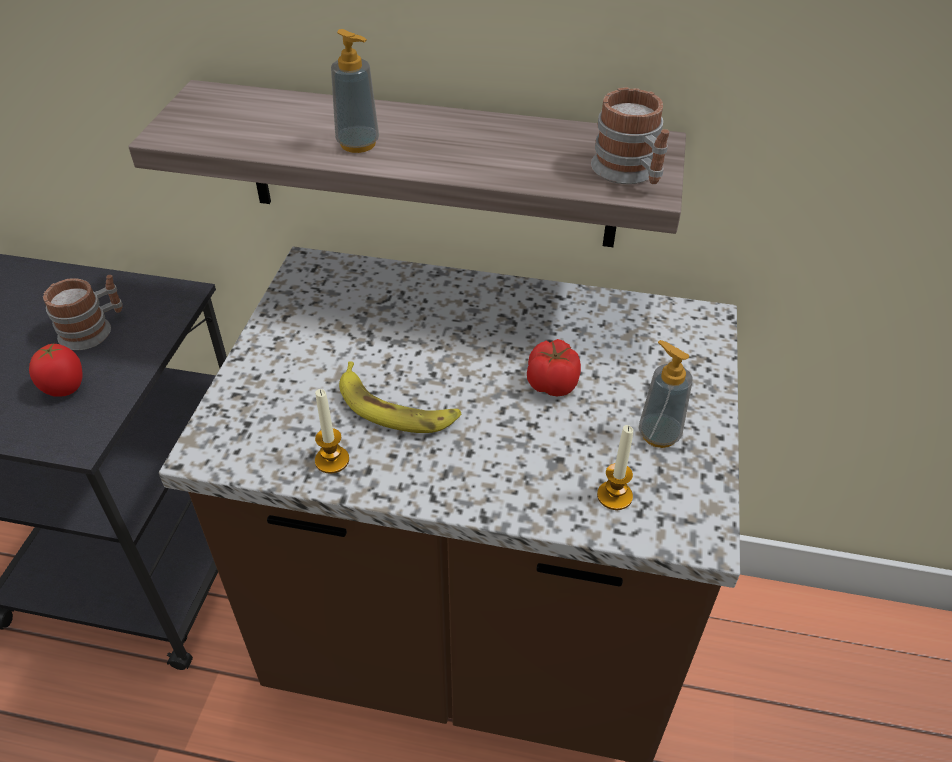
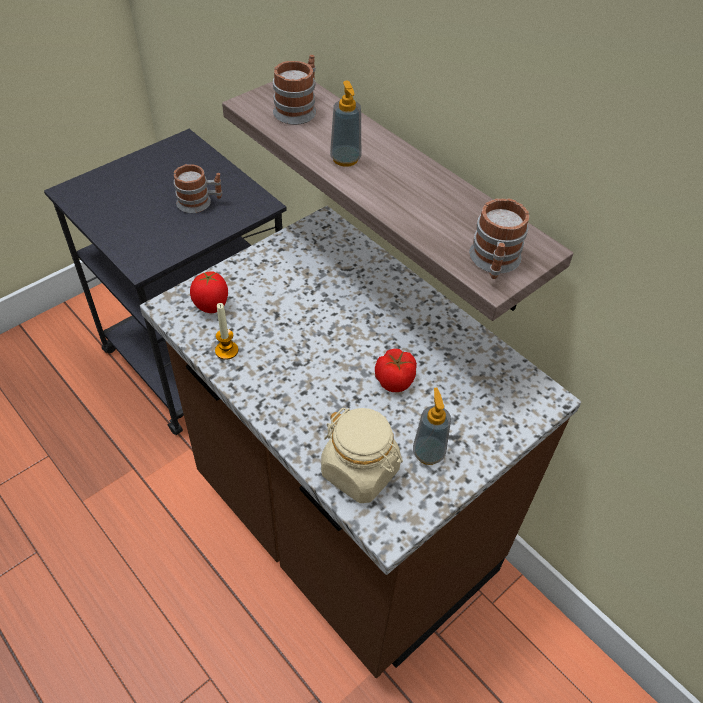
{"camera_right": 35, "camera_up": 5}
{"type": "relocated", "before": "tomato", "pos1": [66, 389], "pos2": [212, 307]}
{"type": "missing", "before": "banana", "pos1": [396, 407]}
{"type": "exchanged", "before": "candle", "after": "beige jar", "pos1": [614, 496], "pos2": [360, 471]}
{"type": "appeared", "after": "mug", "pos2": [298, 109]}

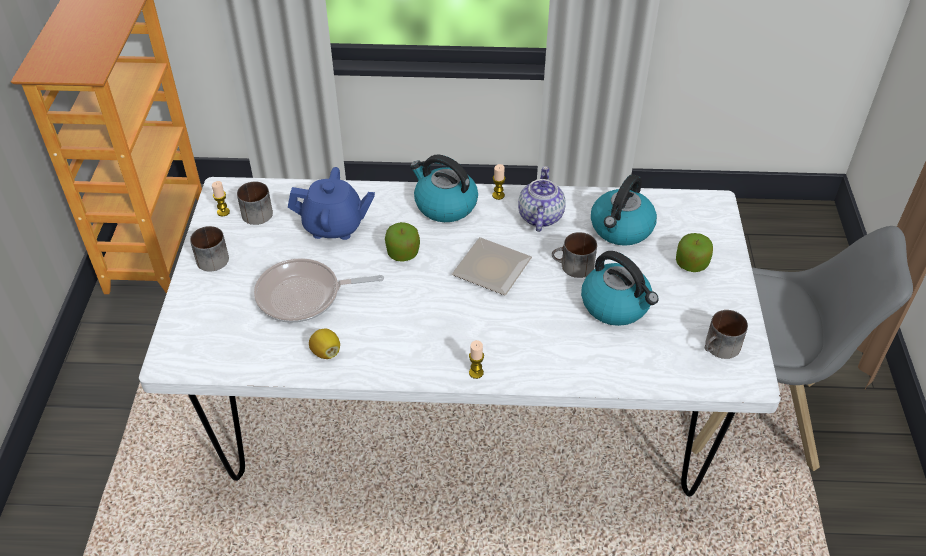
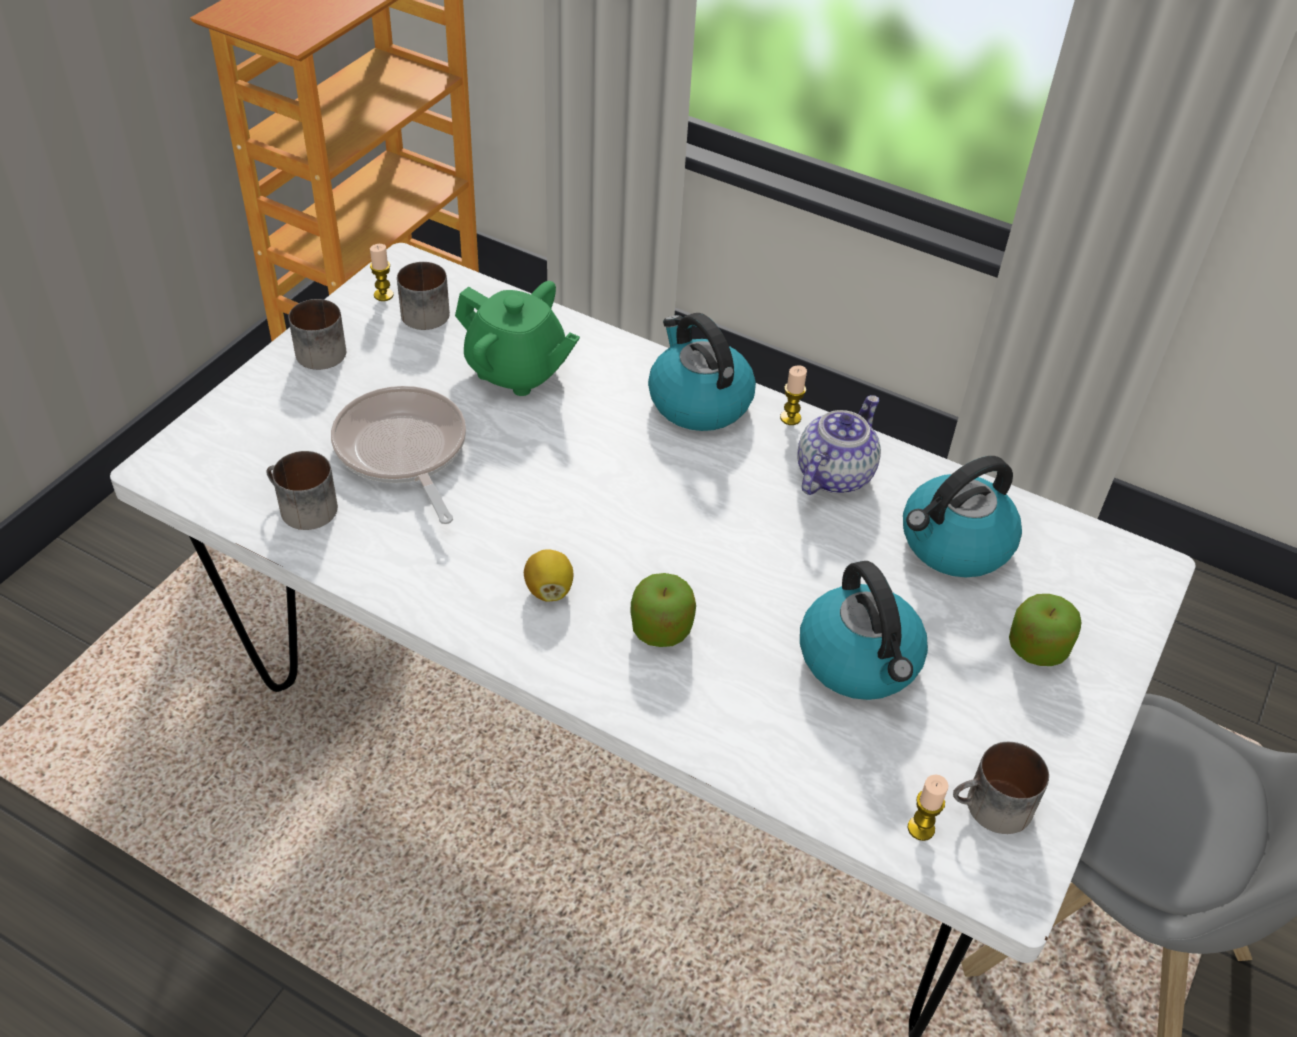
{"camera_right": 25, "camera_up": 0}
{"type": "spun", "before": "frying pan", "pos1": [304, 296], "pos2": [403, 451], "turn": 45}
{"type": "colour", "before": "blue teapot", "after": "green teapot", "pos1": [334, 226], "pos2": [517, 371]}
{"type": "relocated", "before": "lemon", "pos1": [326, 352], "pos2": [549, 589]}
{"type": "relocated", "before": "apple", "pos1": [403, 253], "pos2": [661, 629]}
{"type": "missing", "before": "plate", "pos1": [491, 267]}
{"type": "relocated", "before": "candle", "pos1": [476, 372], "pos2": [921, 828]}
{"type": "relocated", "before": "mug", "pos1": [573, 267], "pos2": [301, 508]}

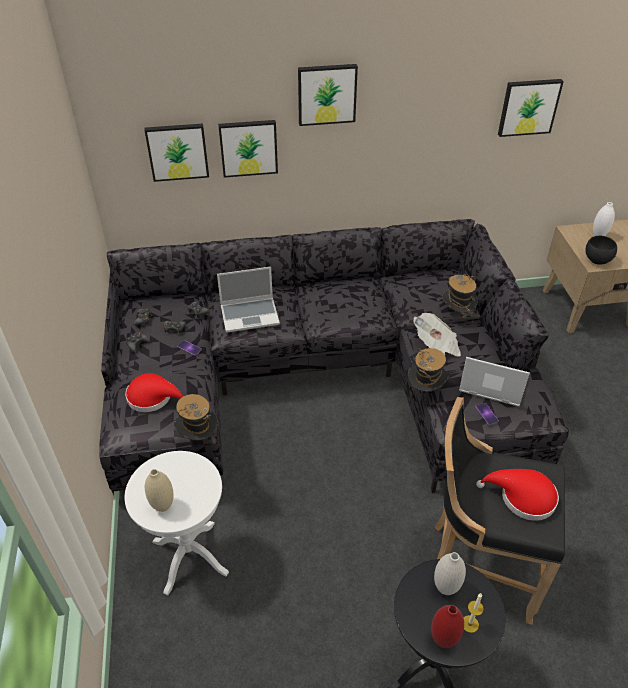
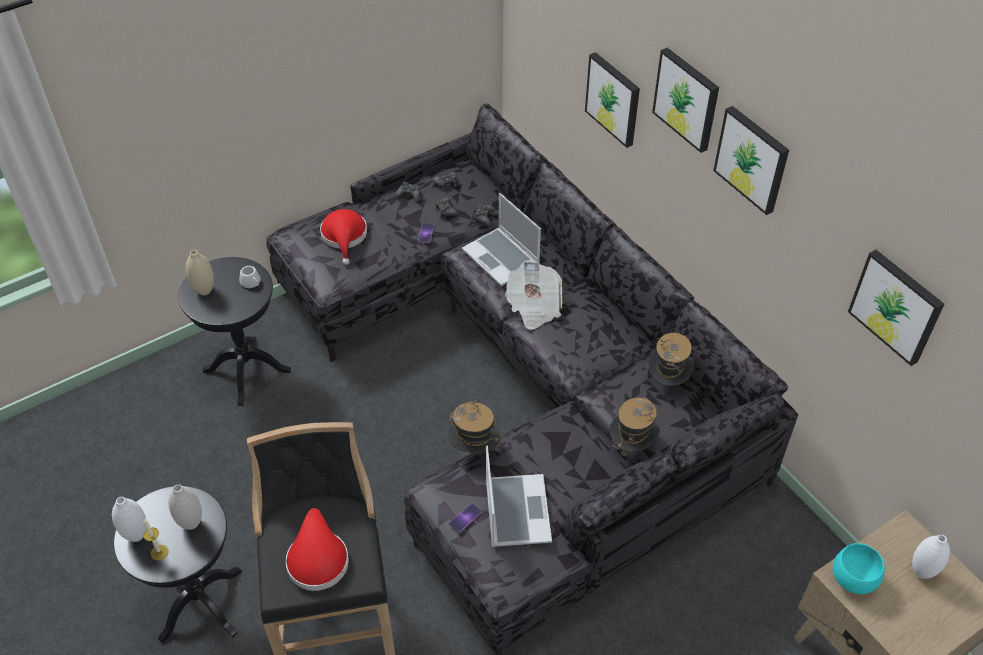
{"camera_right": 65, "camera_up": 5}
{"type": "colour", "before": "white side table", "after": "black side table", "pos1": [190, 557], "pos2": [247, 370]}
{"type": "relocated", "before": "picture", "pos1": [177, 151], "pos2": [752, 159]}
{"type": "relocated", "before": "hat", "pos1": [198, 437], "pos2": [667, 381]}
{"type": "relocated", "before": "newspaper", "pos1": [436, 345], "pos2": [534, 306]}
{"type": "colour", "before": "red vase", "after": "white vase", "pos1": [443, 640], "pos2": [137, 535]}
{"type": "colour", "before": "black bowl", "after": "turquoise bowl", "pos1": [596, 260], "pos2": [851, 579]}
{"type": "appeared", "after": "white mug", "pos2": [252, 283]}

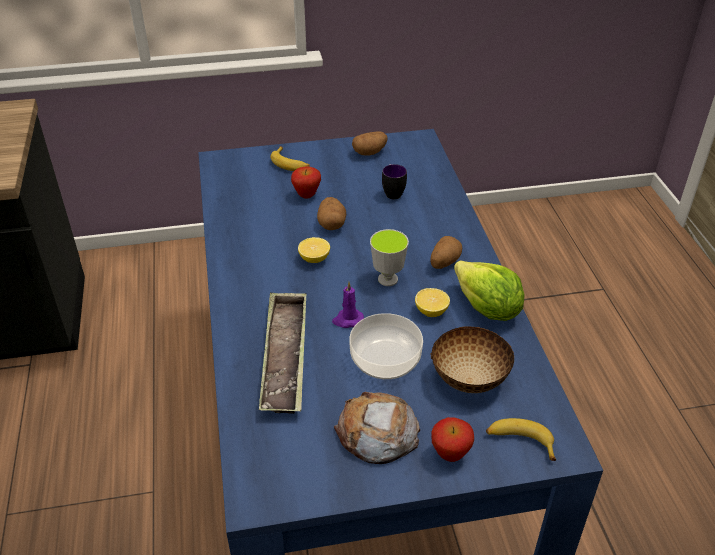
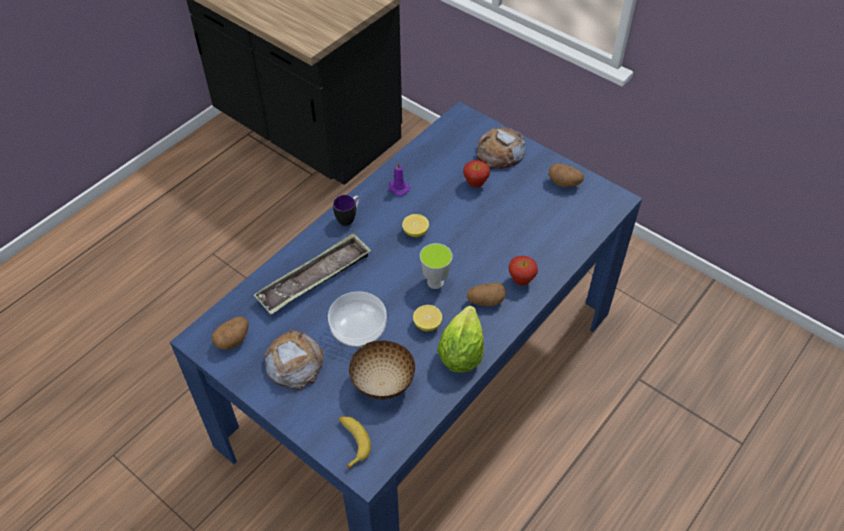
{"camera_right": 50, "camera_up": 10}
{"type": "exchanged", "before": "banana", "after": "bread", "pos1": [290, 164], "pos2": [500, 152]}
{"type": "relocated", "before": "potato", "pos1": [331, 224], "pos2": [233, 340]}
{"type": "relocated", "before": "purple candle", "pos1": [347, 320], "pos2": [398, 188]}
{"type": "relocated", "before": "mug", "pos1": [392, 192], "pos2": [349, 218]}
{"type": "relocated", "before": "apple", "pos1": [450, 455], "pos2": [521, 281]}

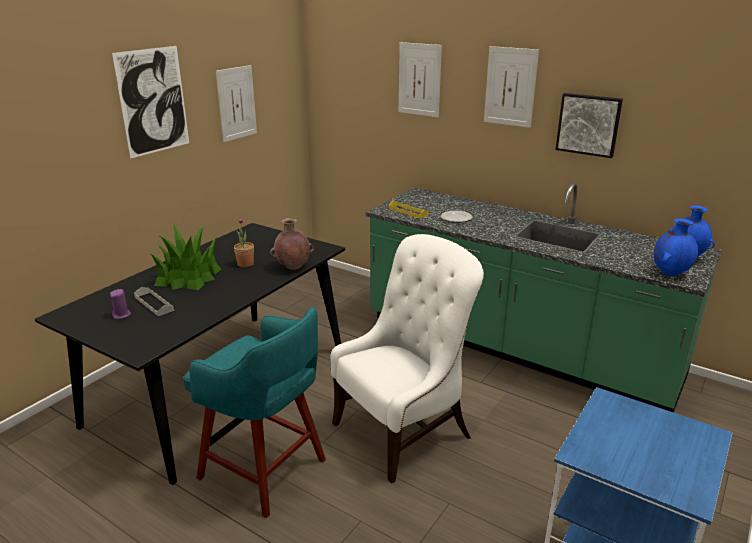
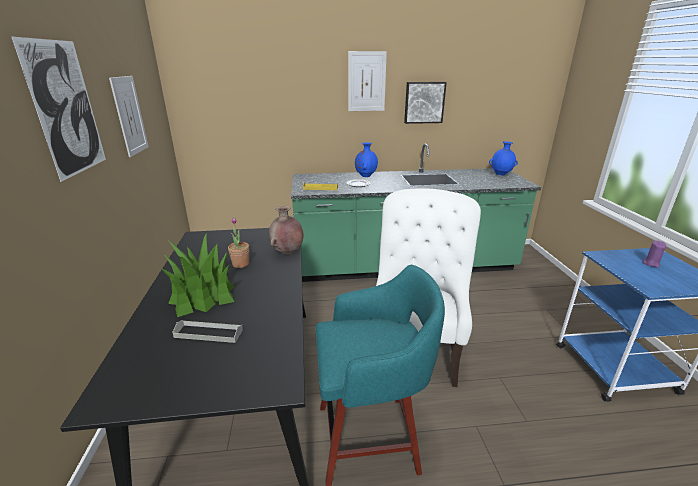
{"camera_right": -40, "camera_up": 0}
{"type": "relocated", "before": "purple candle", "pos1": [121, 315], "pos2": [650, 263]}
{"type": "missing", "before": "picture", "pos1": [419, 79]}
{"type": "relocated", "before": "blue vase", "pos1": [670, 273], "pos2": [365, 176]}

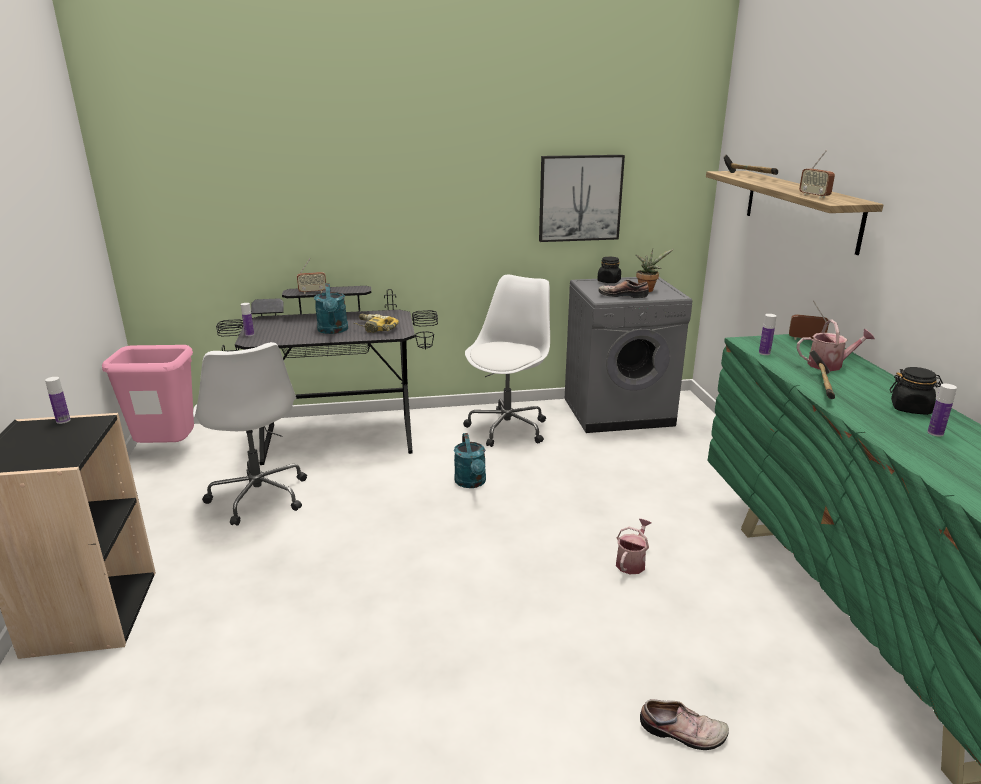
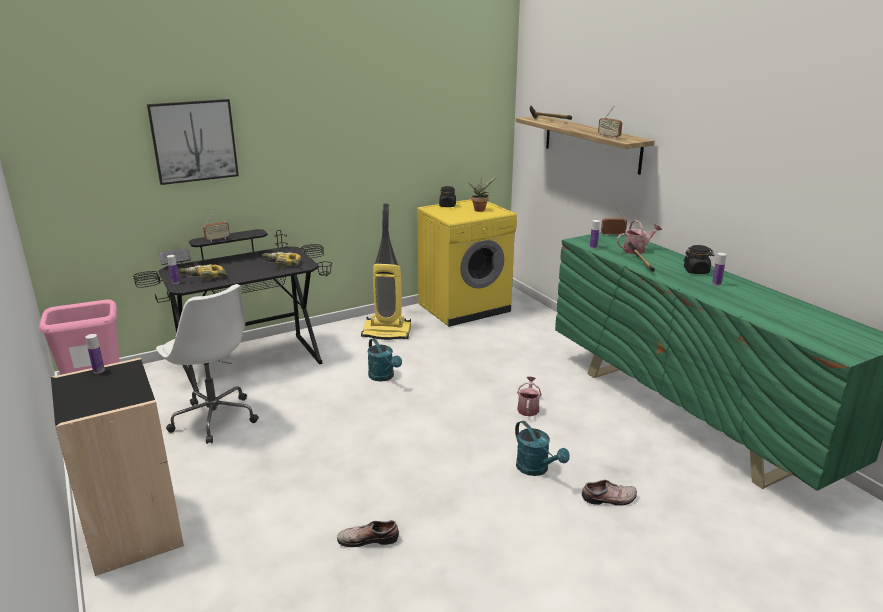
{"camera_right": -20, "camera_up": 0}
{"type": "relocated", "before": "turquoise watering can", "pos1": [333, 330], "pos2": [536, 469]}
{"type": "exchanged", "before": "white office chair", "after": "vacuum cleaner", "pos1": [508, 428], "pos2": [387, 332]}
{"type": "relocated", "before": "picture", "pos1": [580, 198], "pos2": [194, 141]}
{"type": "colour", "before": "grey washing machine", "after": "yellow washing machine", "pos1": [619, 413], "pos2": [465, 308]}
{"type": "relocated", "before": "shoe", "pos1": [623, 295], "pos2": [368, 538]}
{"type": "appeared", "after": "power drill", "pos2": [203, 277]}

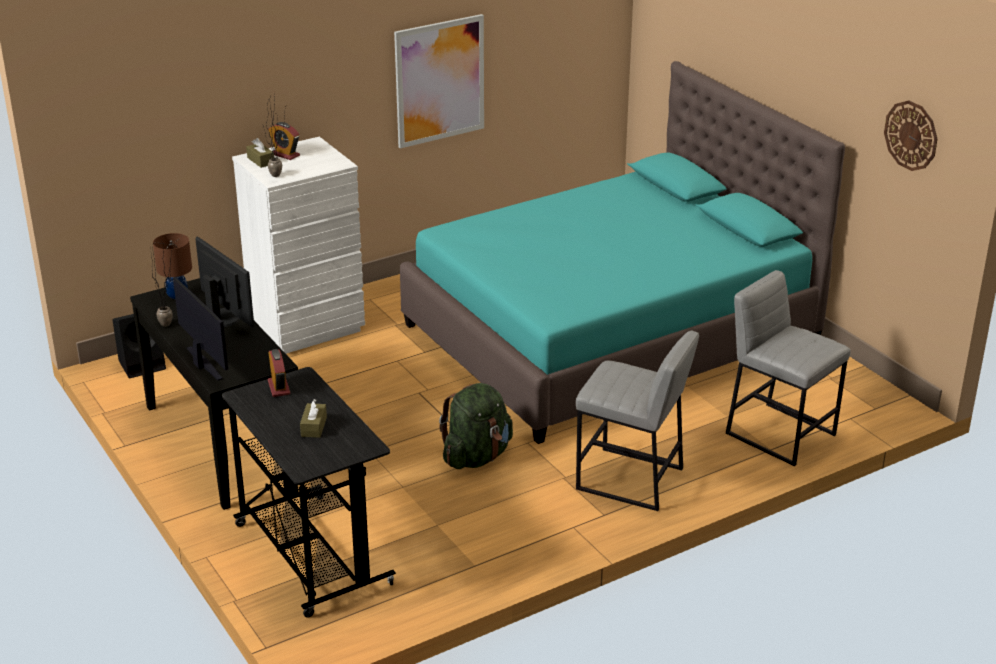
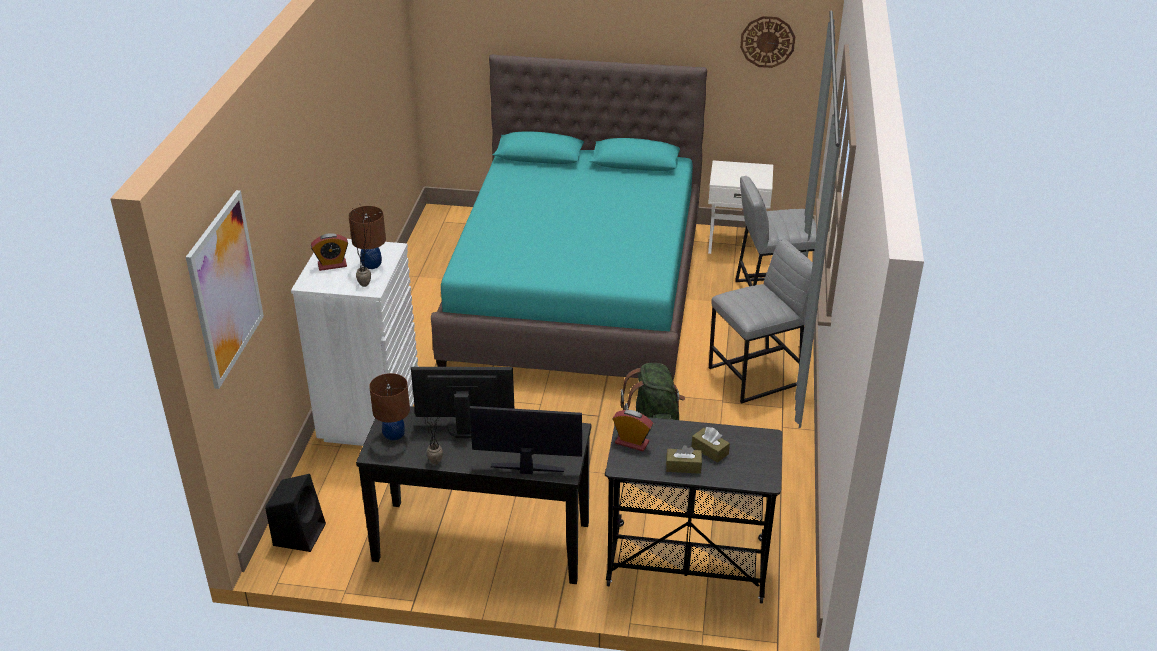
{"camera_right": -50, "camera_up": 5}
{"type": "relocated", "before": "brown tissue box", "pos1": [261, 161], "pos2": [683, 466]}
{"type": "relocated", "before": "picture", "pos1": [439, 81], "pos2": [225, 288]}
{"type": "appeared", "after": "brown table lamp", "pos2": [371, 265]}
{"type": "appeared", "after": "white nightstand", "pos2": [736, 242]}

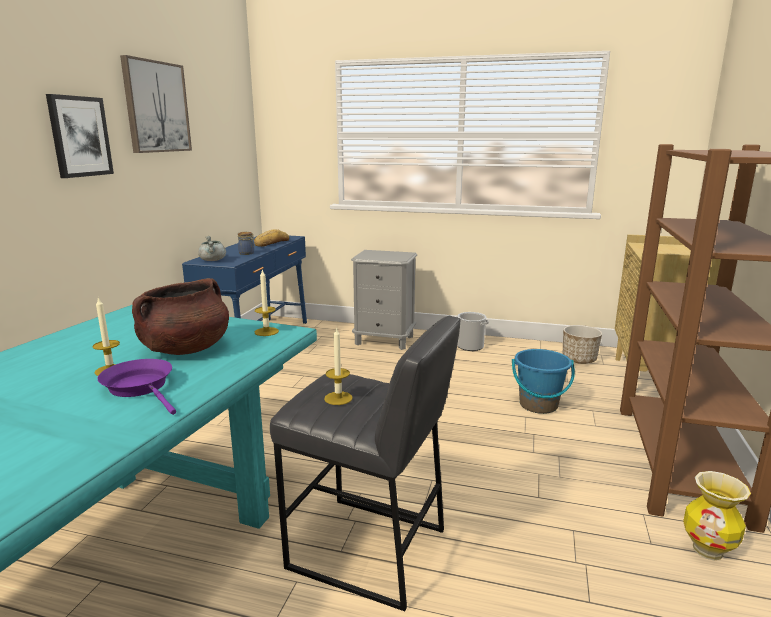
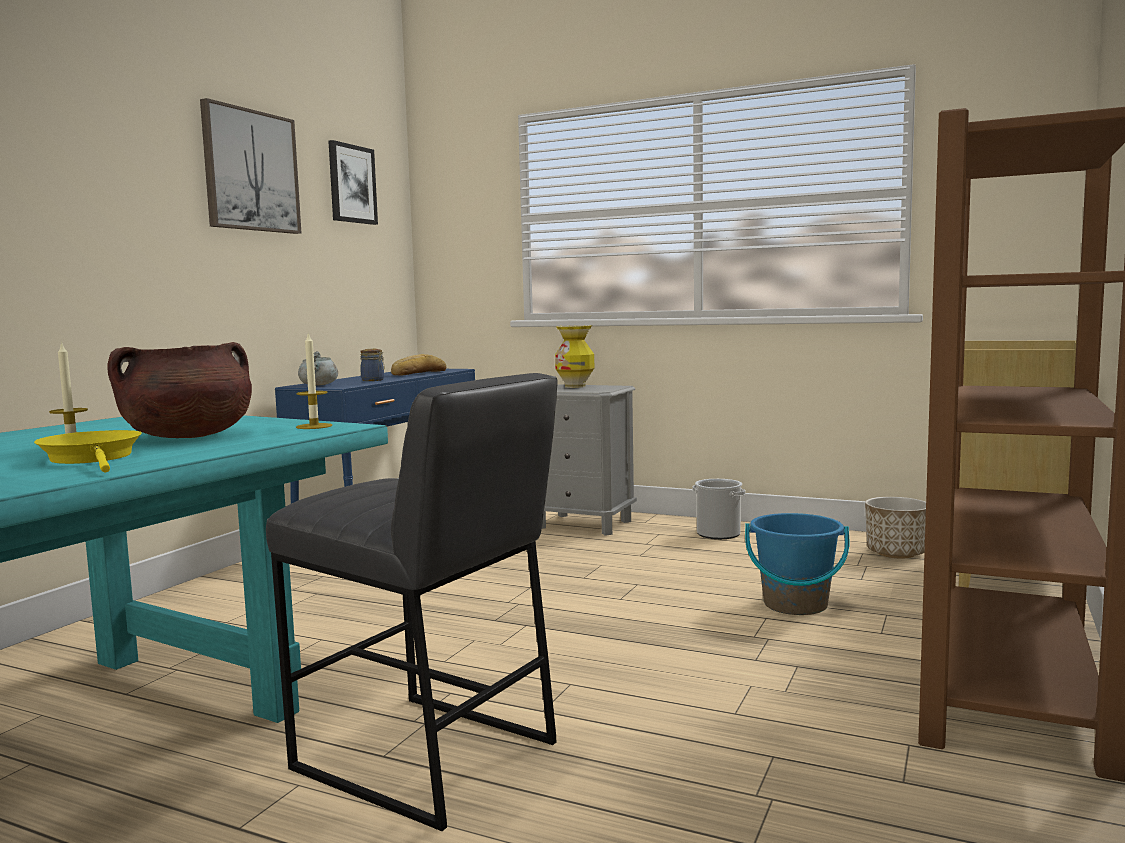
{"camera_right": 10, "camera_up": -10}
{"type": "relocated", "before": "picture", "pos1": [80, 136], "pos2": [351, 184]}
{"type": "colour", "before": "purple frying pan", "after": "yellow frying pan", "pos1": [141, 387], "pos2": [93, 458]}
{"type": "missing", "before": "candle", "pos1": [338, 398]}
{"type": "relocated", "before": "vase", "pos1": [708, 550], "pos2": [575, 386]}

